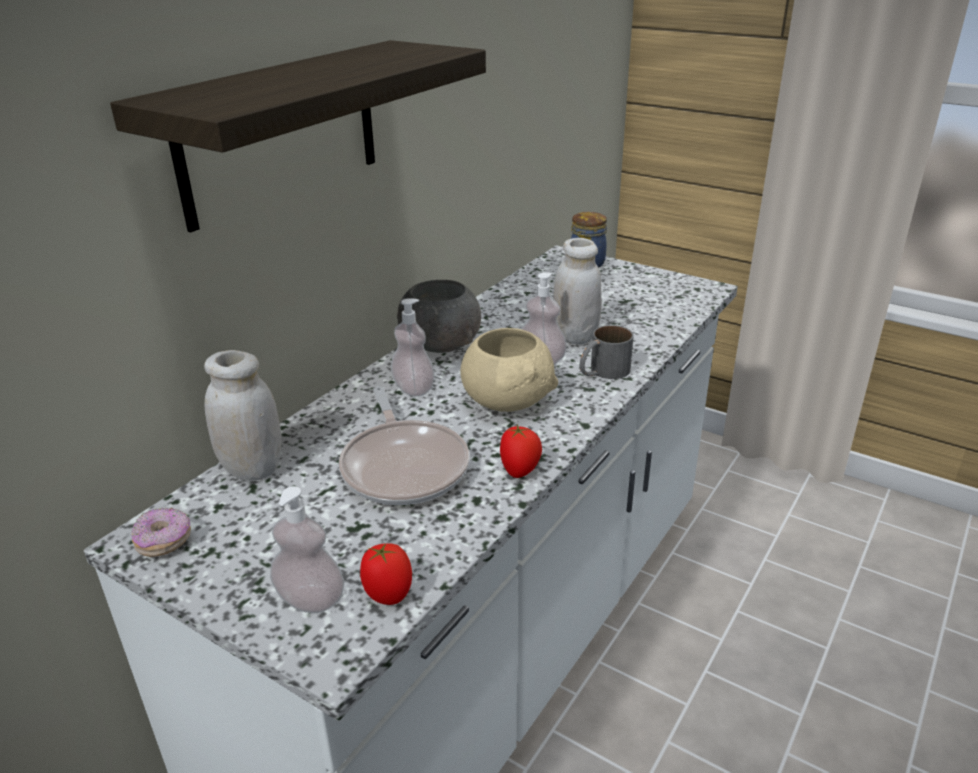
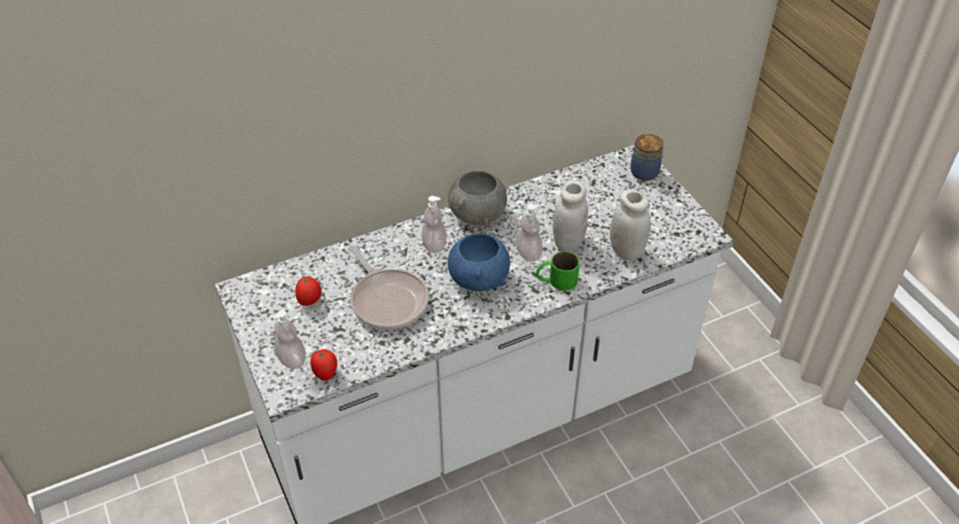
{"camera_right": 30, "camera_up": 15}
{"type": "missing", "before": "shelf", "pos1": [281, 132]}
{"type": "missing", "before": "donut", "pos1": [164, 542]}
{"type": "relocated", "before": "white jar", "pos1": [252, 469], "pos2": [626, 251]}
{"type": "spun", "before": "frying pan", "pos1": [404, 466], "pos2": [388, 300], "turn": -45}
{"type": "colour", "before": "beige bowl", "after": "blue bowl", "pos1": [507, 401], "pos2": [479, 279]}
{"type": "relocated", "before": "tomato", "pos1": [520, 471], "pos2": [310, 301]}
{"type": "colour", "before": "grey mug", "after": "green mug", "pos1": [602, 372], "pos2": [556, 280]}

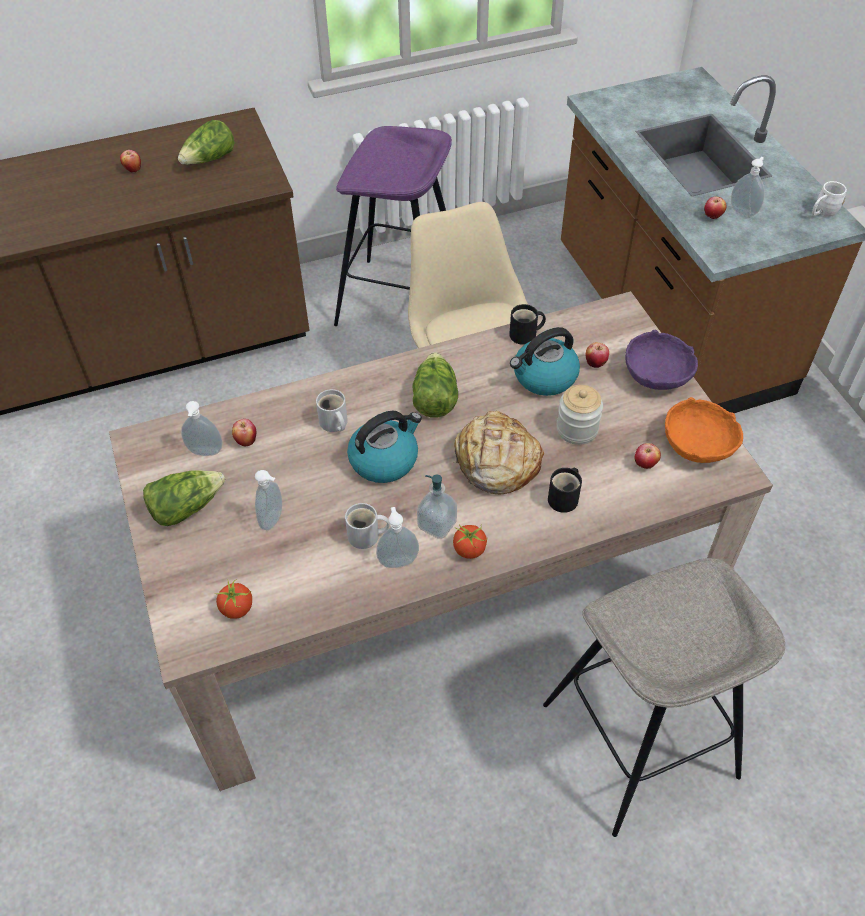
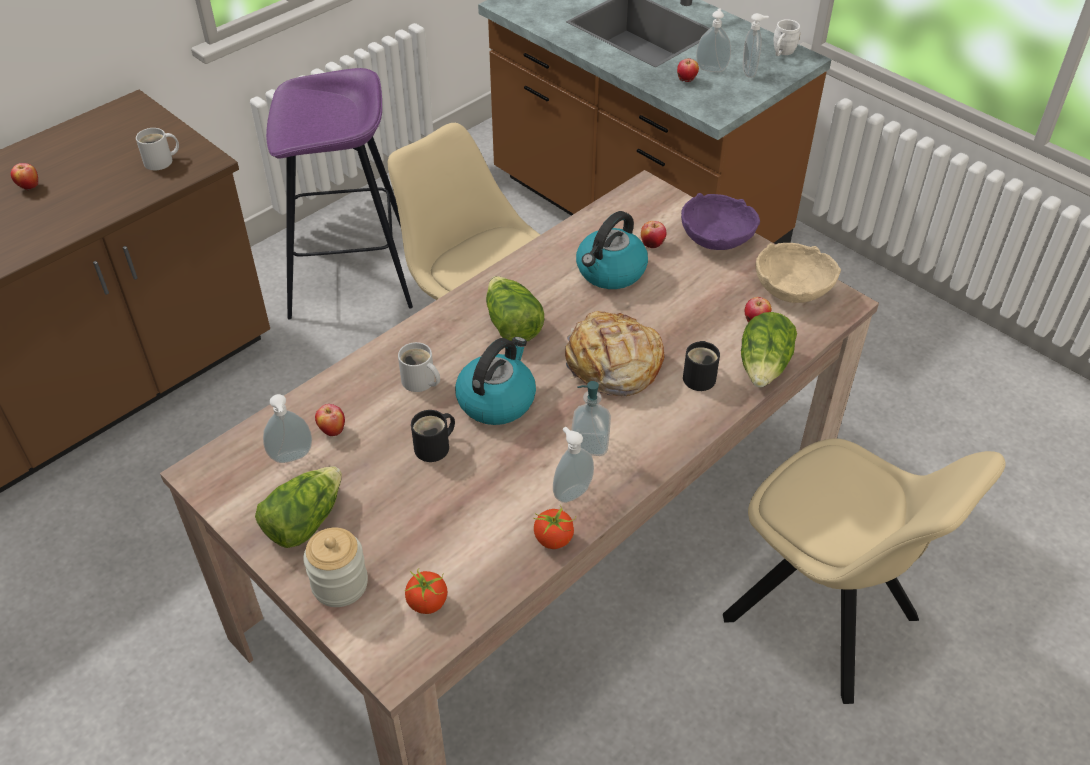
{"camera_right": -25, "camera_up": -5}
{"type": "relocated", "before": "lettuce", "pos1": [209, 160], "pos2": [764, 367]}
{"type": "relocated", "before": "soap dispenser", "pos1": [274, 520], "pos2": [750, 72]}
{"type": "relocated", "before": "white mug", "pos1": [366, 536], "pos2": [161, 162]}
{"type": "relocated", "before": "tomato", "pos1": [470, 550], "pos2": [554, 539]}
{"type": "relocated", "before": "black mug", "pos1": [525, 335], "pos2": [435, 447]}
{"type": "exchanged", "before": "grey stool", "after": "beige chair", "pos1": [639, 741], "pos2": [823, 618]}
{"type": "relocated", "before": "jar", "pos1": [577, 429], "pos2": [340, 584]}
{"type": "colour", "before": "orange bowl", "after": "beige bowl", "pos1": [697, 445], "pos2": [792, 288]}

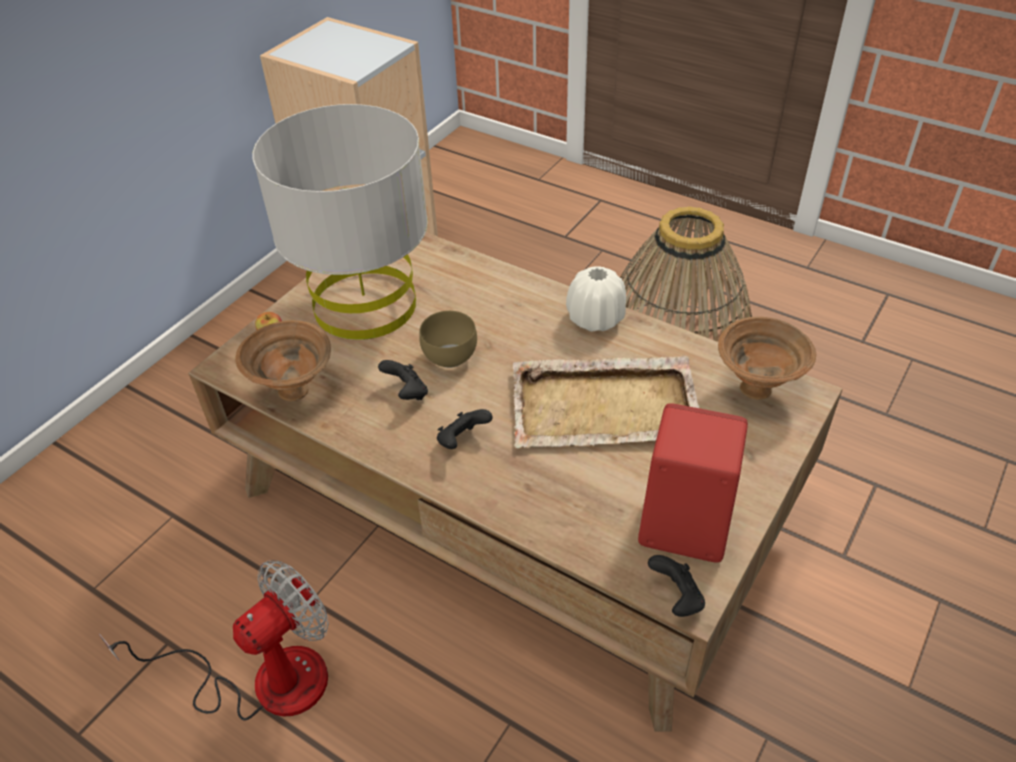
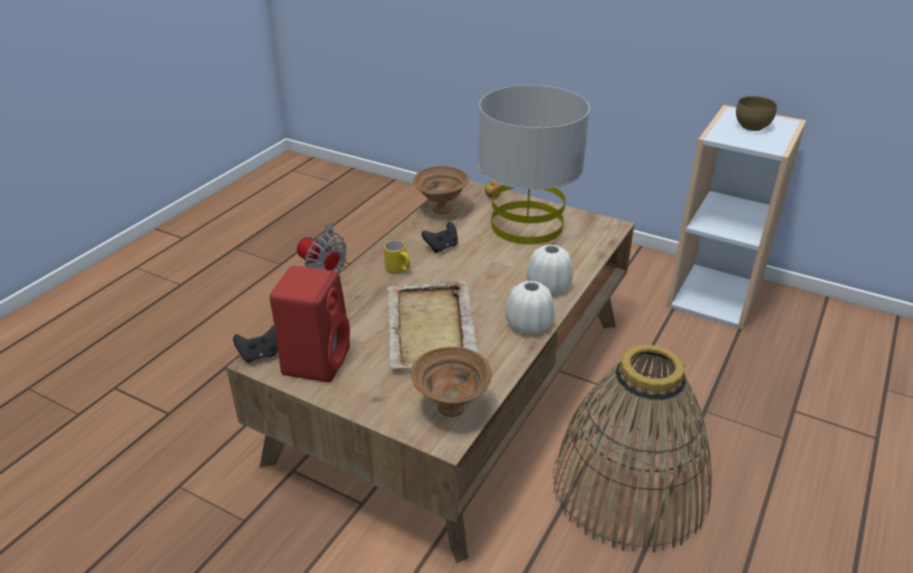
{"camera_right": 85, "camera_up": -10}
{"type": "relocated", "before": "brown bowl", "pos1": [448, 358], "pos2": [751, 126]}
{"type": "exchanged", "before": "black game controller", "after": "yellow mug", "pos1": [462, 441], "pos2": [398, 270]}
{"type": "appeared", "after": "white vase", "pos2": [548, 286]}

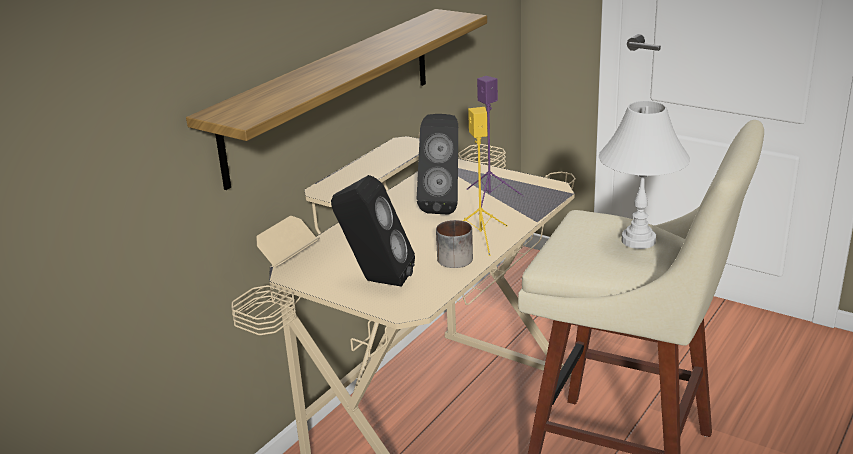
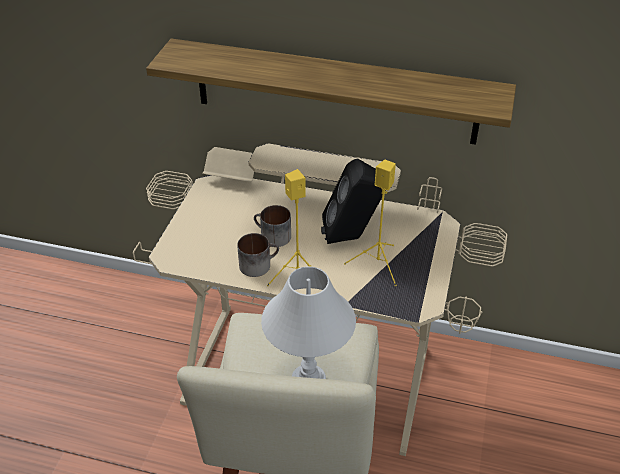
{"camera_right": 70, "camera_up": 15}
{"type": "missing", "before": "black speaker", "pos1": [375, 281]}
{"type": "colour", "before": "purple speaker", "after": "yellow speaker", "pos1": [490, 199], "pos2": [378, 265]}
{"type": "appeared", "after": "mug", "pos2": [271, 236]}

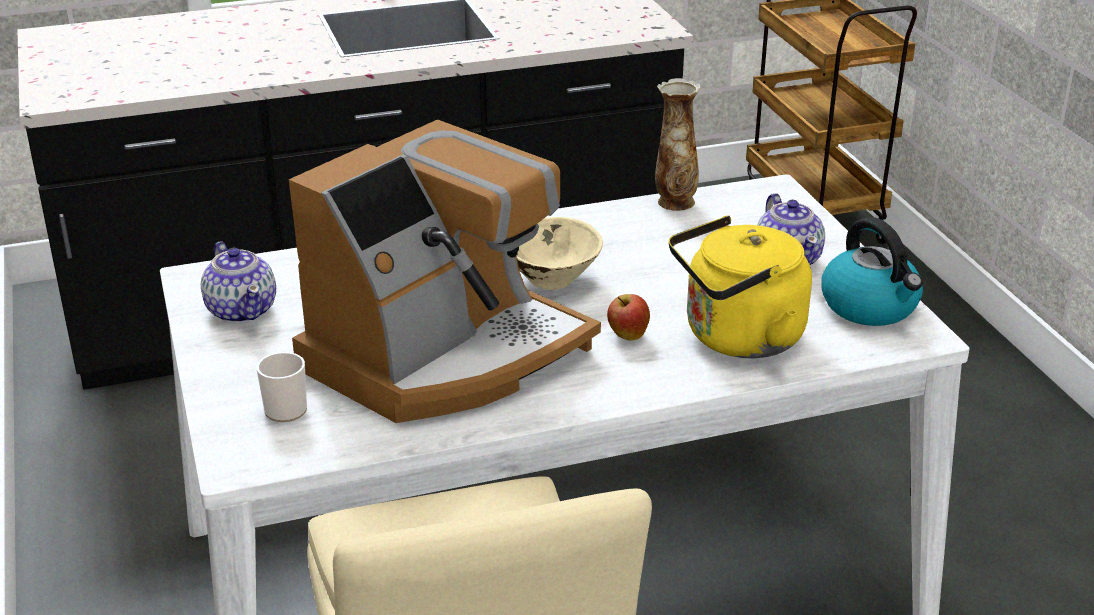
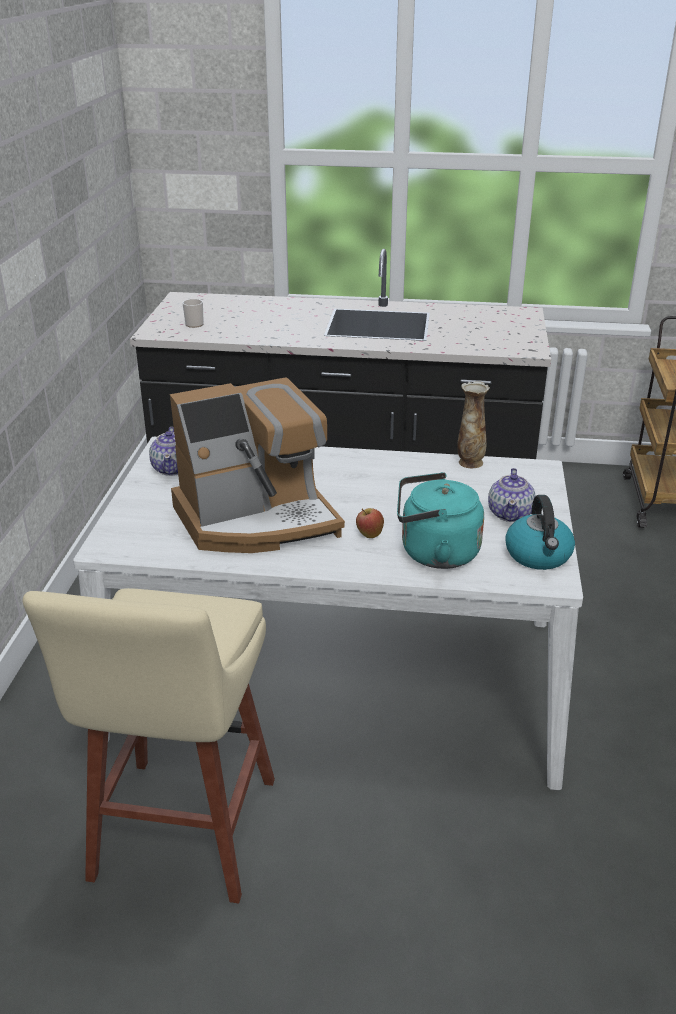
{"camera_right": 25, "camera_up": 0}
{"type": "relocated", "before": "mug", "pos1": [286, 407], "pos2": [195, 323]}
{"type": "missing", "before": "beige bowl", "pos1": [552, 279]}
{"type": "colour", "before": "yellow kettle", "after": "turquoise kettle", "pos1": [737, 338], "pos2": [434, 553]}

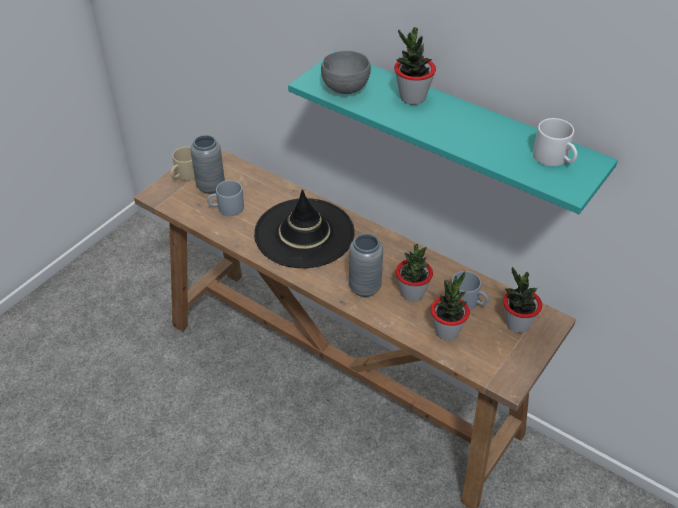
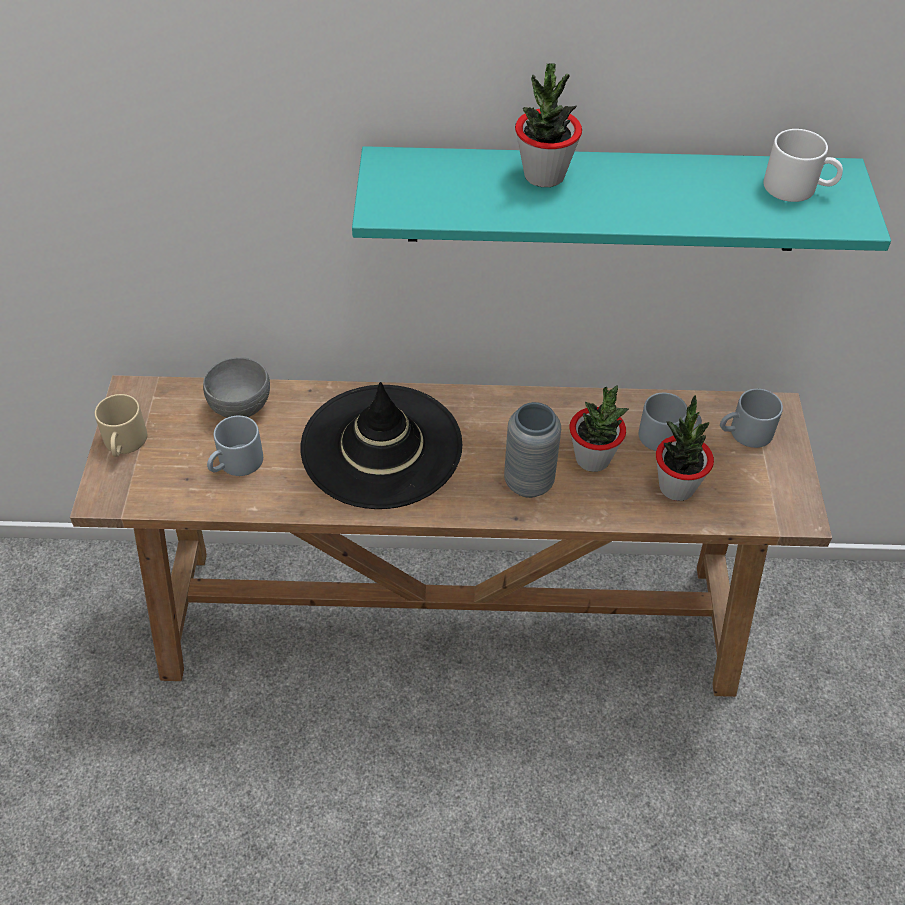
{"camera_right": -35, "camera_up": 5}
{"type": "missing", "before": "grey vase", "pos1": [211, 187]}
{"type": "relocated", "before": "grey bowl", "pos1": [345, 89], "pos2": [241, 408]}
{"type": "exchanged", "before": "potted plant", "after": "grey mug", "pos1": [517, 324], "pos2": [744, 433]}

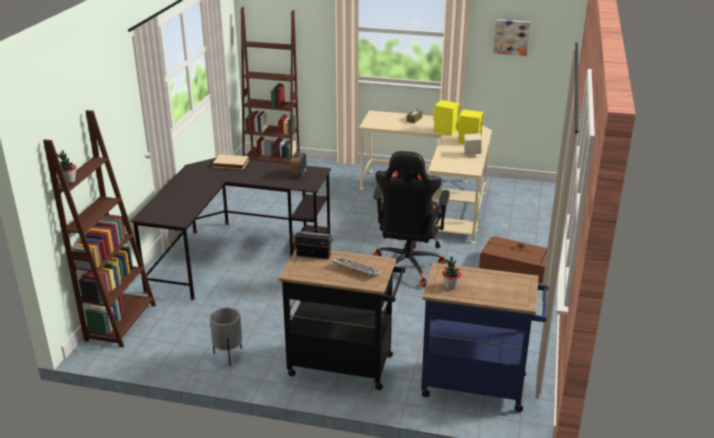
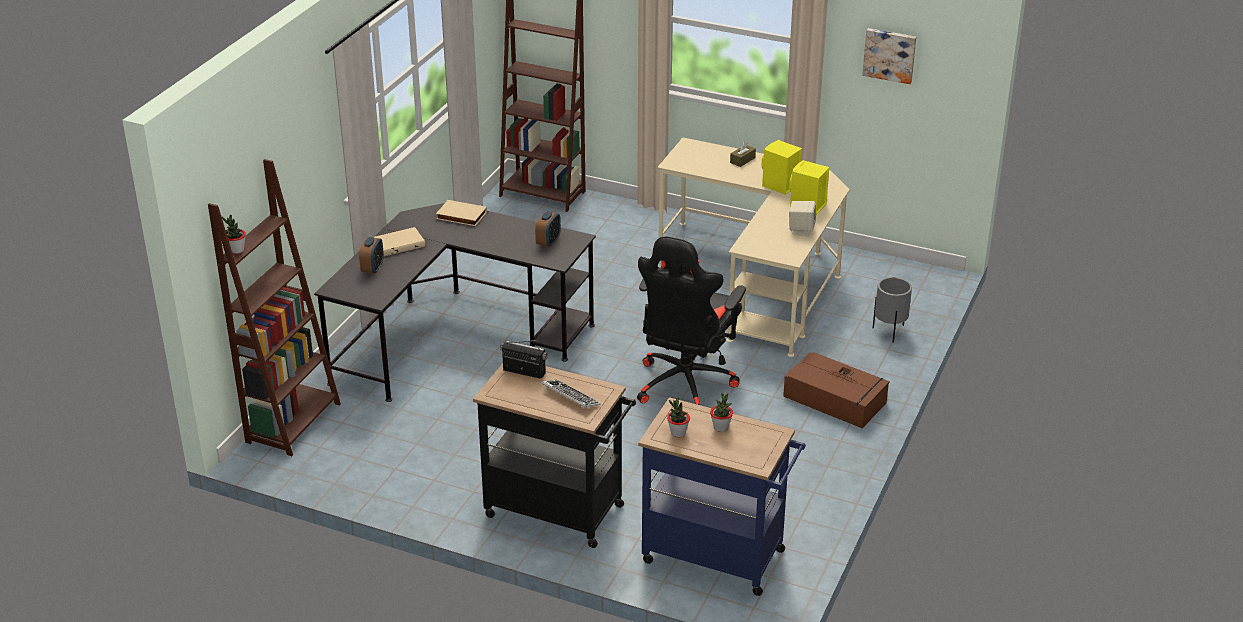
{"camera_right": 10, "camera_up": 5}
{"type": "relocated", "before": "grey planter", "pos1": [228, 356], "pos2": [889, 332]}
{"type": "appeared", "after": "alarm clock", "pos2": [372, 268]}
{"type": "appeared", "after": "beige book", "pos2": [399, 244]}
{"type": "appeared", "after": "potted plant", "pos2": [721, 427]}

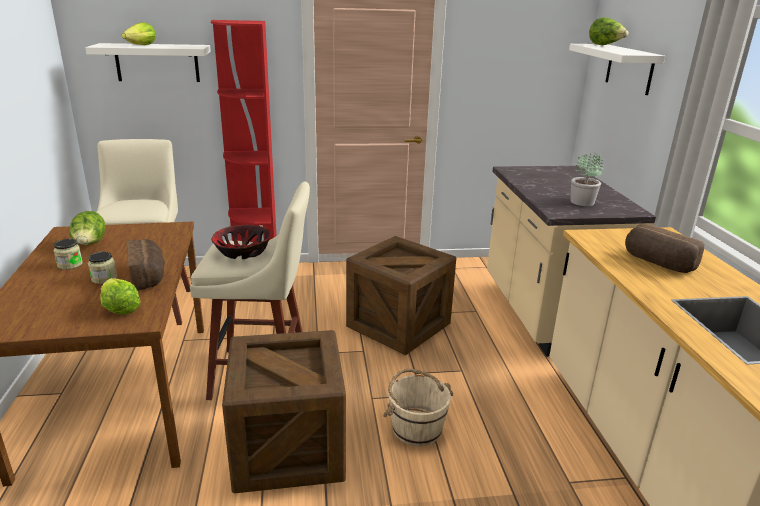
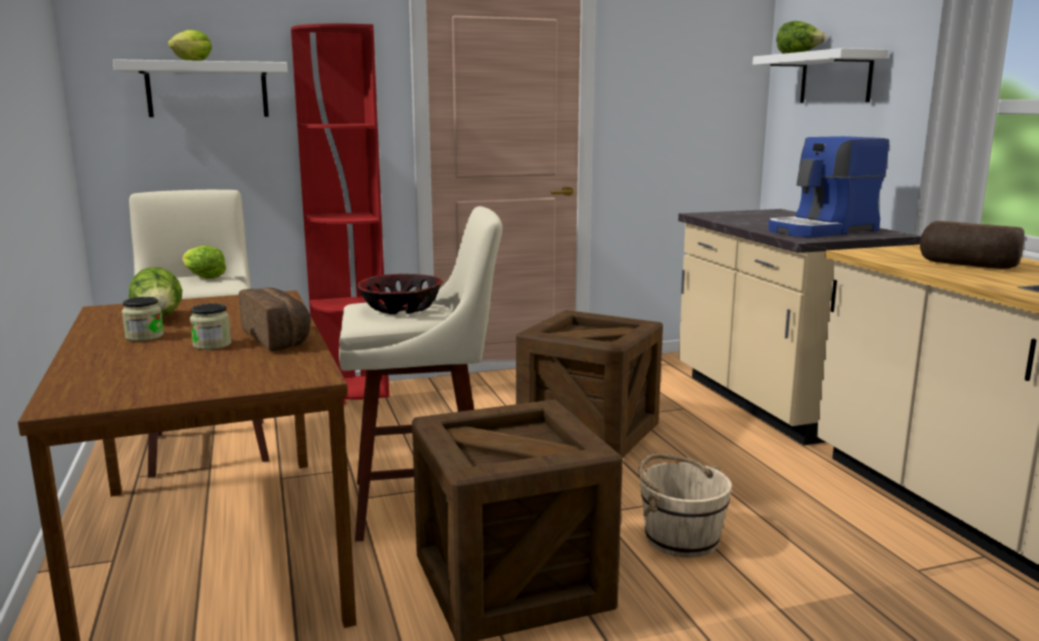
{"camera_right": -10, "camera_up": -10}
{"type": "relocated", "before": "lettuce", "pos1": [119, 308], "pos2": [203, 277]}
{"type": "exchanged", "before": "potted plant", "after": "coffee machine", "pos1": [582, 202], "pos2": [822, 230]}

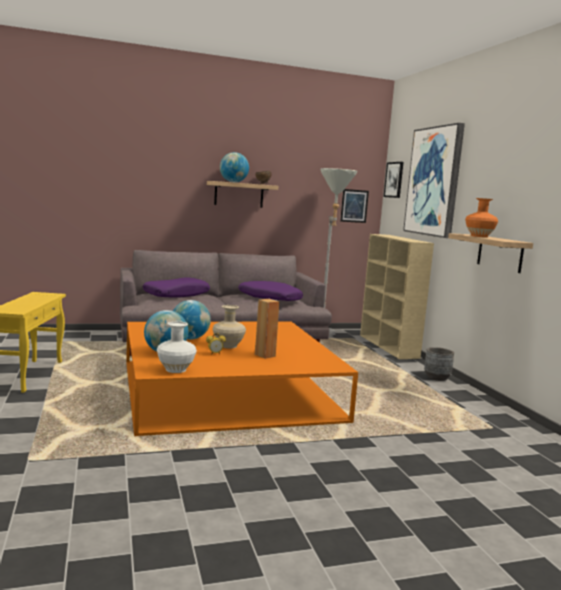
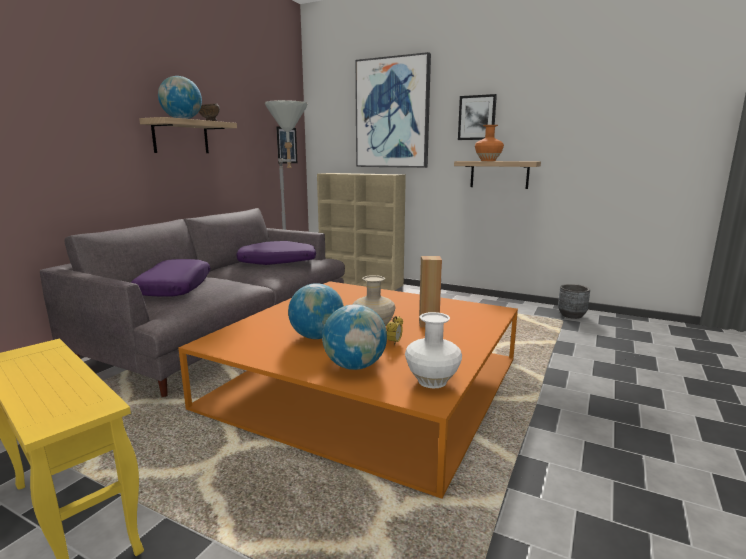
{"camera_right": -45, "camera_up": 5}
{"type": "relocated", "before": "picture", "pos1": [394, 180], "pos2": [477, 117]}
{"type": "relocated", "before": "grey planter", "pos1": [436, 377], "pos2": [571, 315]}

